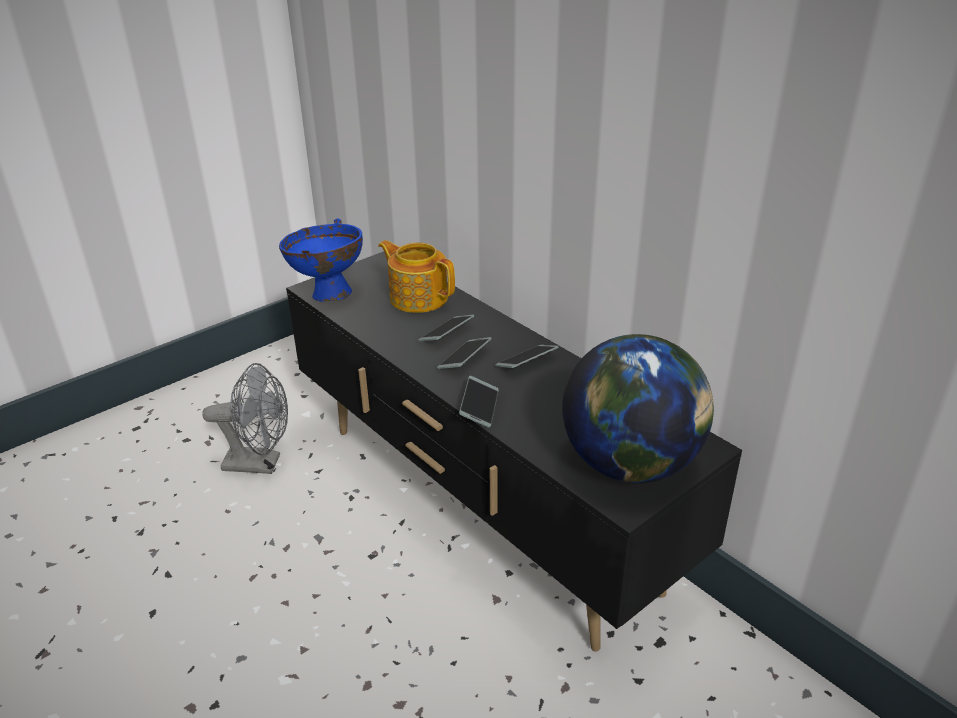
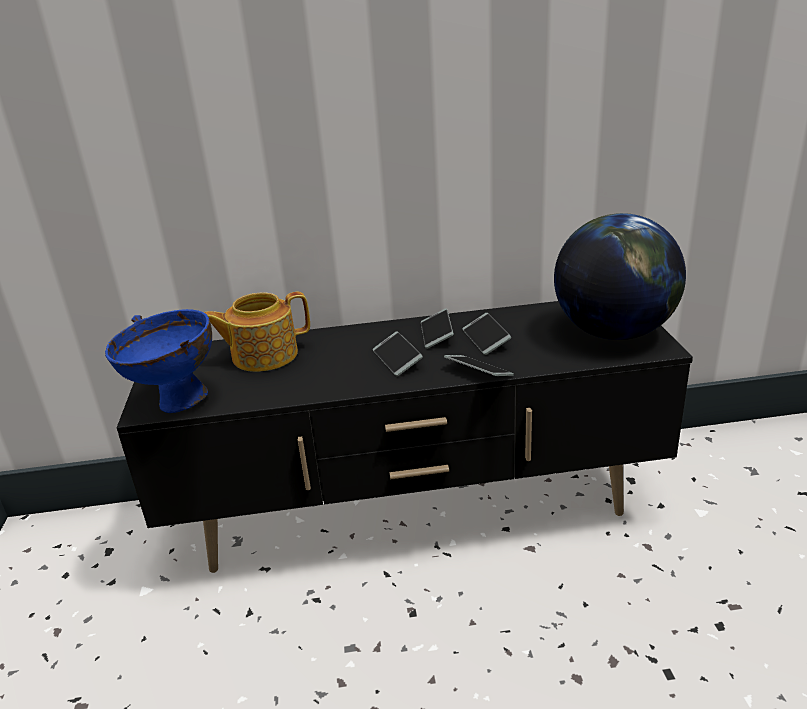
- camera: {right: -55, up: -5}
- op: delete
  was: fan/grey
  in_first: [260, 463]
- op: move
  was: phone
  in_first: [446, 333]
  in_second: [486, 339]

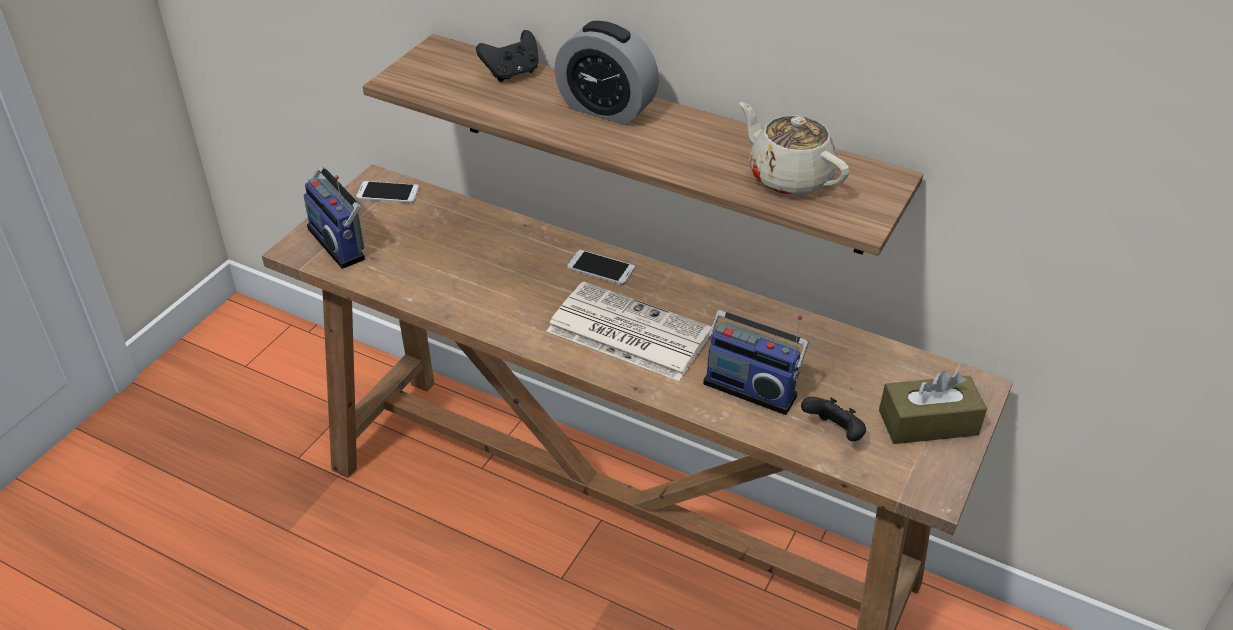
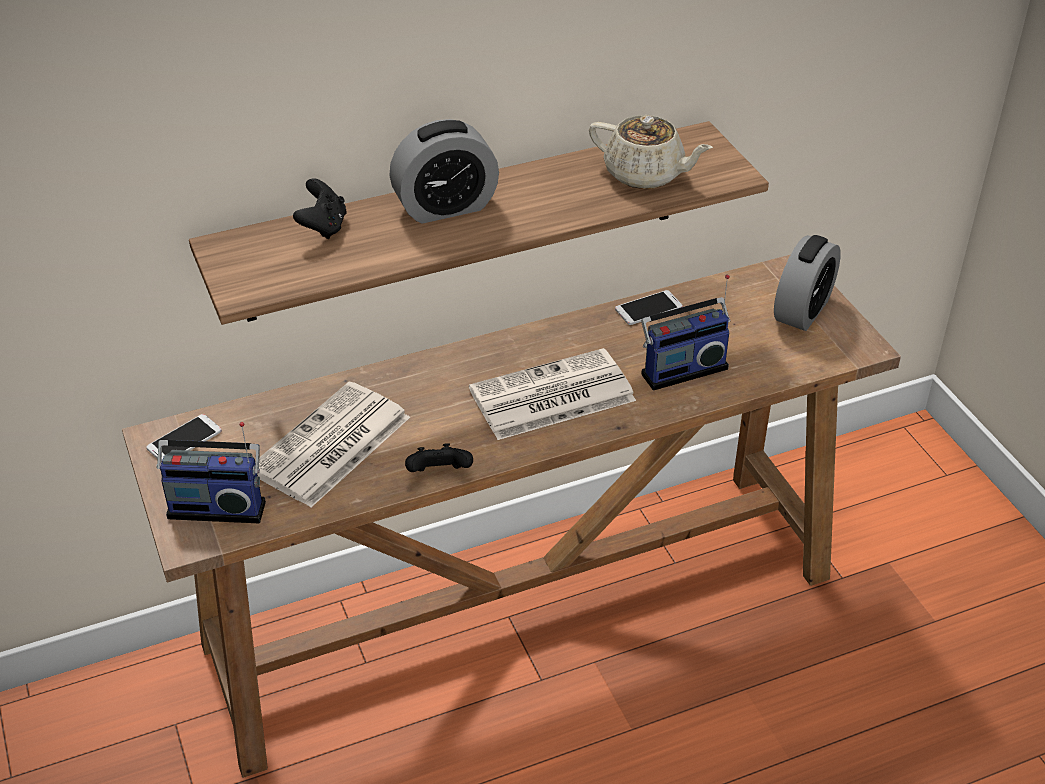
- camera: {right: -50, up: 0}
- op: move
  was: phone
  in_first: [600, 268]
  in_second: [648, 308]
- op: rotate
  was: teapot/beige
  in_first: [788, 177]
  in_second: [645, 174]
  clockwise: -150
- op: move
  was: game controller/black
  in_first: [834, 433]
  in_second: [439, 475]
- op: replace
  was: tissue box/brown
  now: alarm clock
  in_first: [928, 422]
  in_second: [802, 311]
- op: insert
  now: newspaper
  in_second: [330, 446]

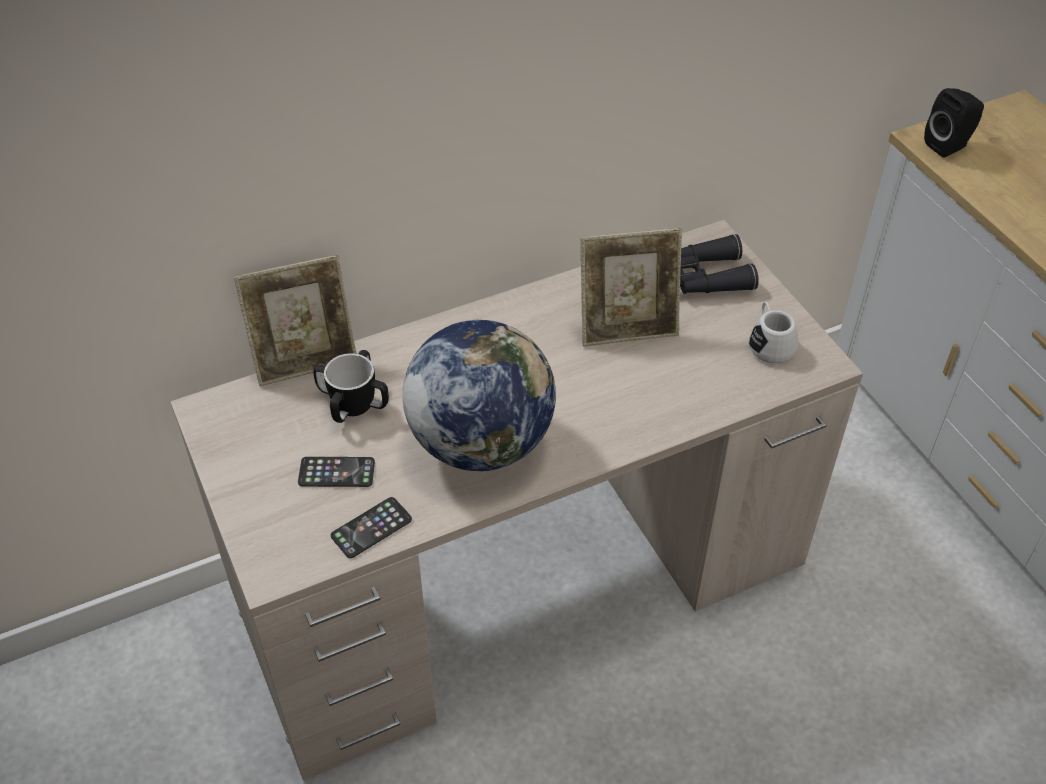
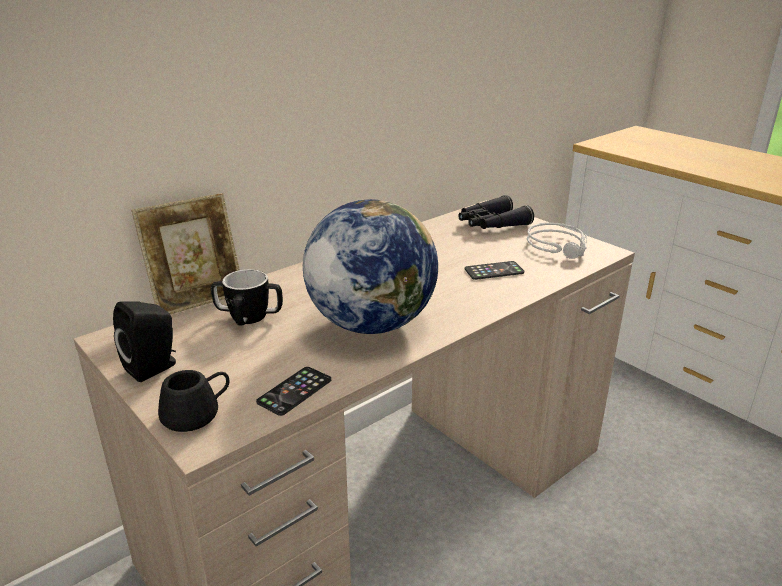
- camera: {right: -15, up: -20}
- op: move
  was: phone
  in_first: [336, 472]
  in_second: [494, 271]
- op: delete
  was: picture frame
  in_first: [627, 328]
- op: replace
  was: mug/white
  now: headphones/grey
  in_first: [769, 343]
  in_second: [559, 246]
- op: move
  was: speaker/black
  in_first: [949, 145]
  in_second: [154, 367]
- op: insert
  now: mug/black
  in_second: [197, 413]

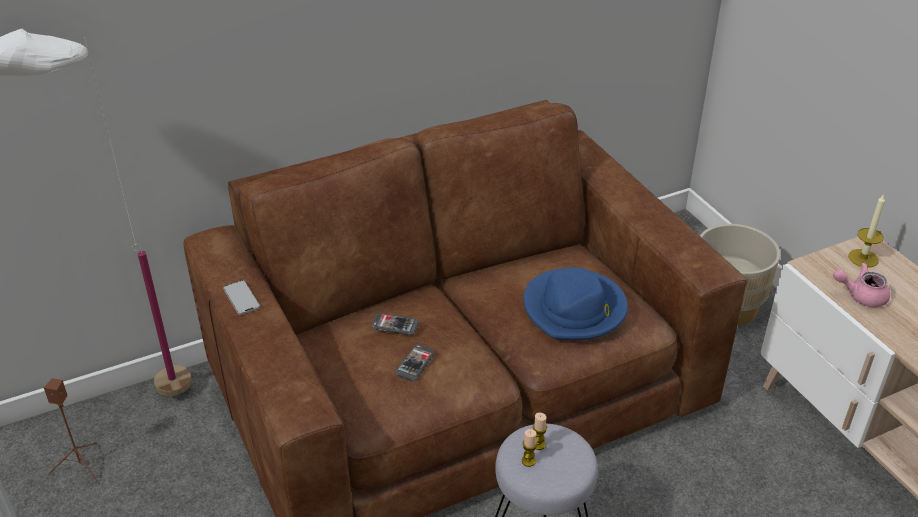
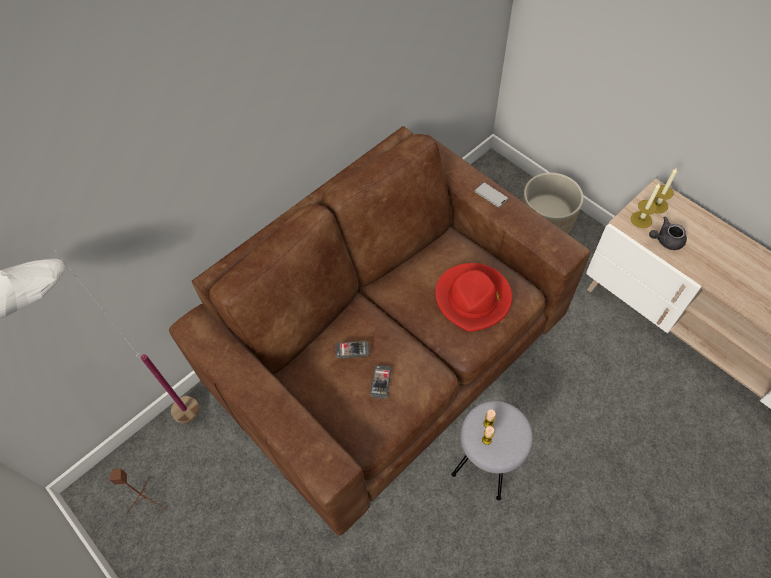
- camera: {right: -15, up: 20}
- op: move
  was: phone
  in_first: [241, 298]
  in_second: [491, 195]
- op: recolor
  was: hat/blue
  now: hat/red
  in_first: [575, 309]
  in_second: [473, 298]
- op: recolor
  was: teapot/pink
  now: teapot/grey
  in_first: [861, 295]
  in_second: [665, 240]
- op: insert
  now: candle
  in_second: [641, 219]

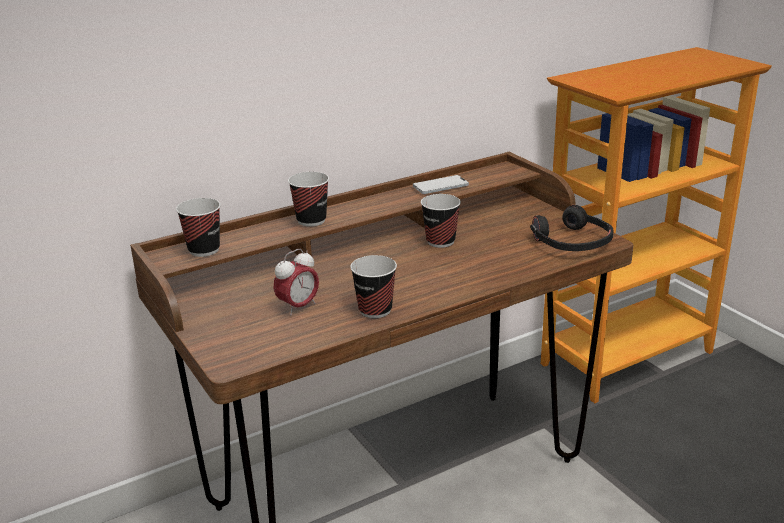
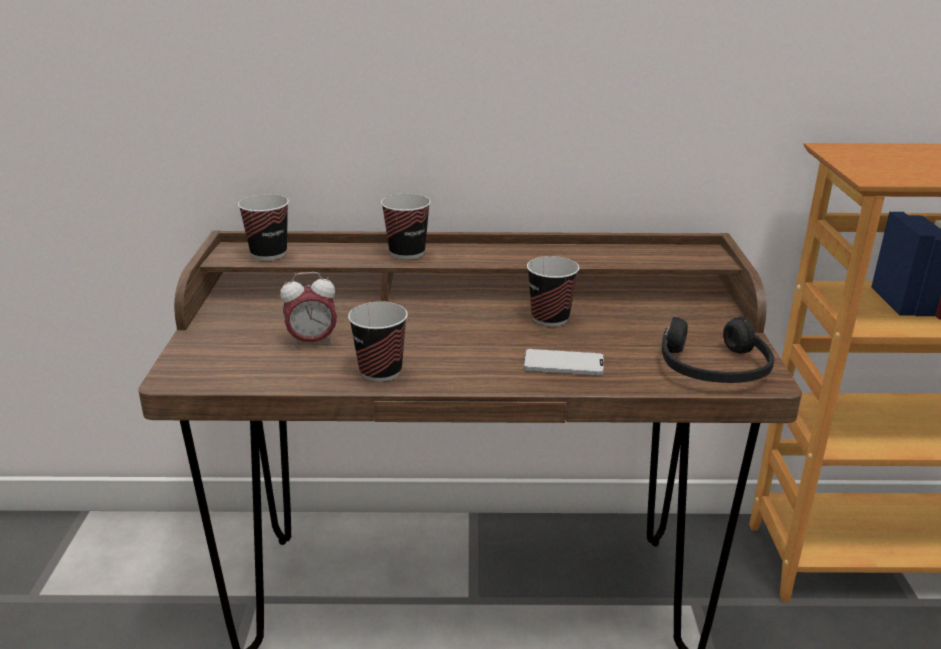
- camera: {right: 30, up: 0}
- op: move
  was: phone
  in_first: [440, 186]
  in_second: [563, 364]

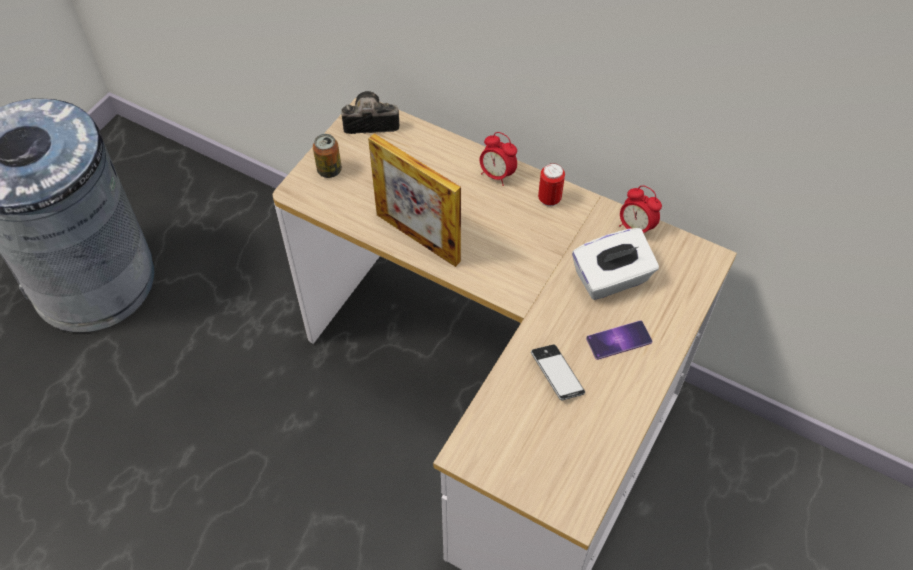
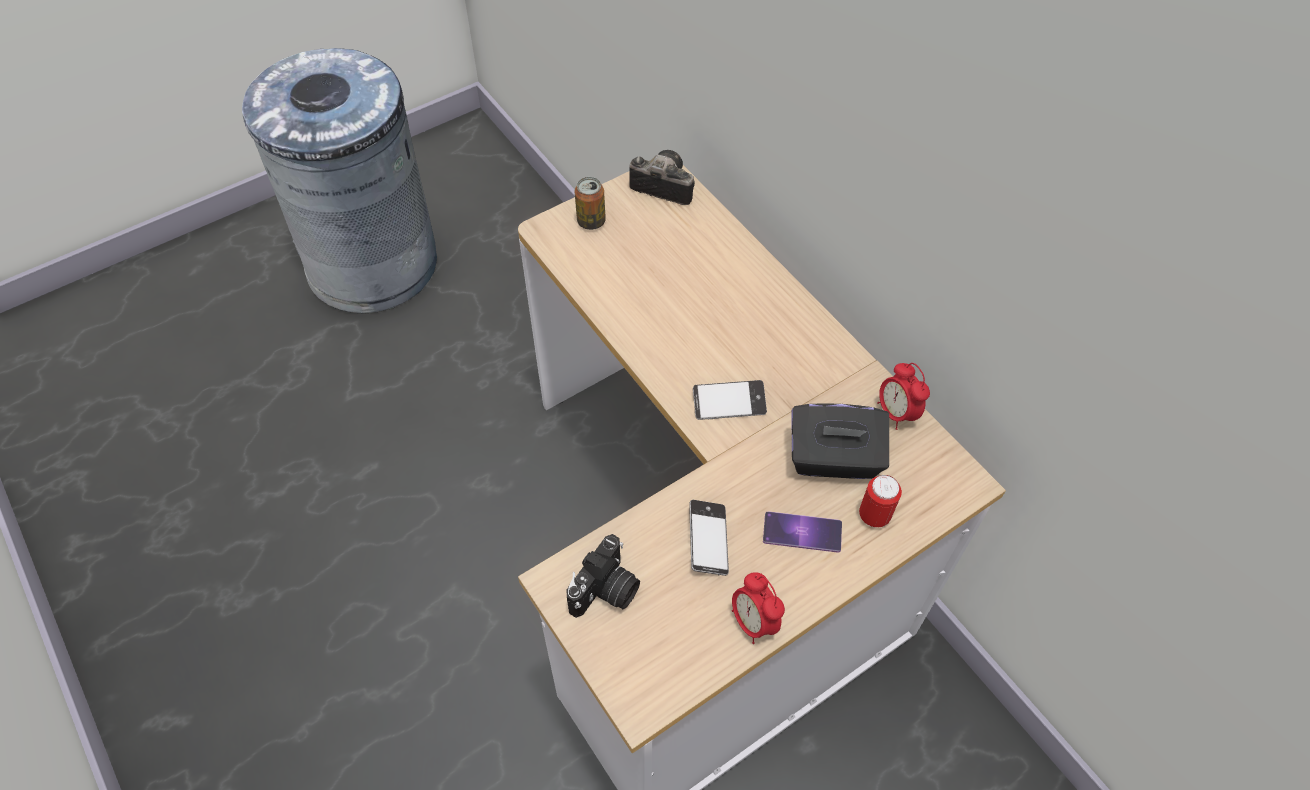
- camera: {right: 25, up: 0}
- op: delete
  was: picture frame
  in_first: [417, 238]
- op: move
  was: alarm clock
  in_first: [497, 175]
  in_second: [753, 621]
- op: move
  was: can
  in_first: [549, 199]
  in_second: [874, 516]
- op: recolor
  was: tissue box/white
  now: tissue box/black
  in_first: [611, 279]
  in_second: [834, 459]
- op: insert
  now: photo camera
  in_second: [606, 591]
- op: insert
  now: phone
  in_second: [729, 403]

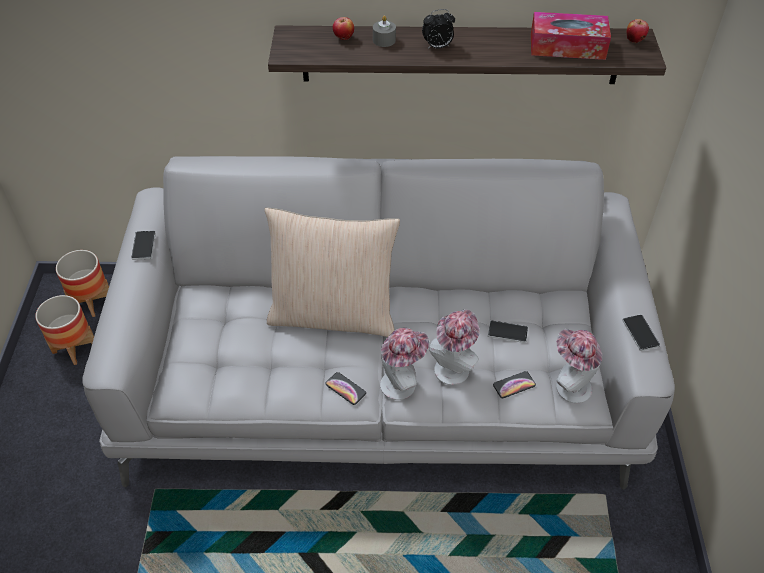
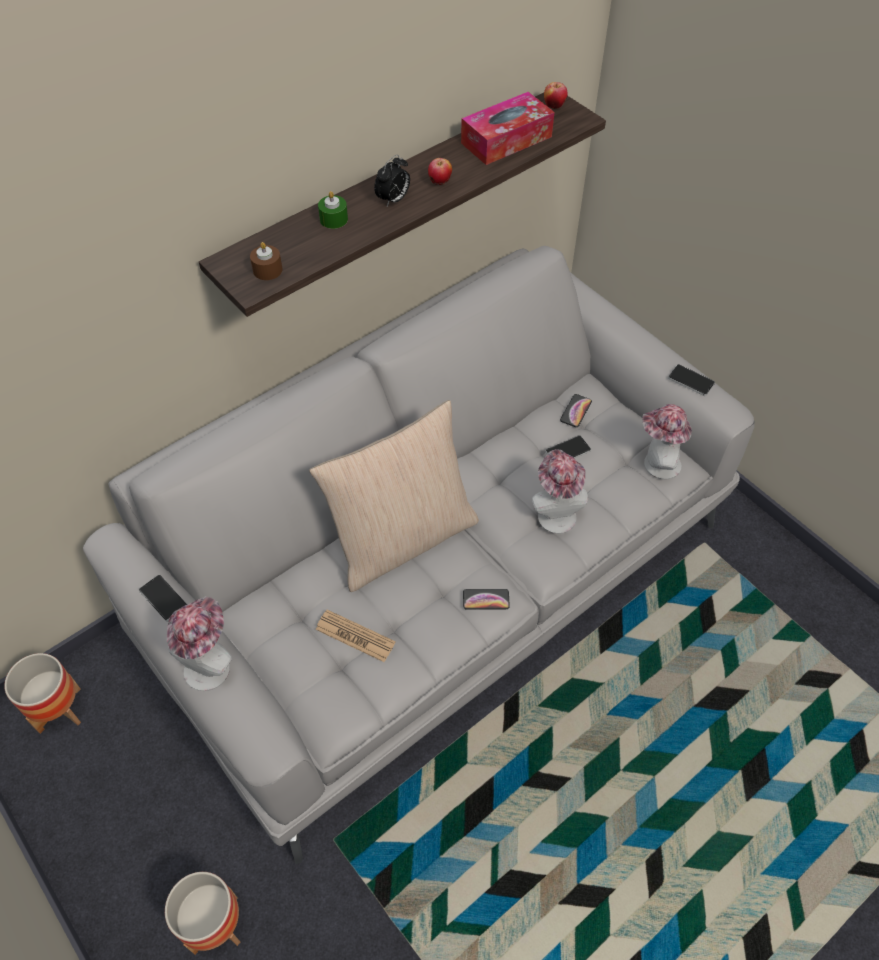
- camera: {right: -40, up: 5}
- op: move
  was: planter
  in_first: [74, 348]
  in_second: [215, 924]
- op: move
  was: apple
  in_first: [343, 38]
  in_second: [440, 183]
- op: recolor
  was: candle/grey
  now: candle/green
  in_first: [384, 40]
  in_second: [333, 219]
- op: move
  was: hat
  in_first: [402, 382]
  in_second: [210, 663]
- op: move
  was: phone
  in_first: [514, 385]
  in_second: [575, 411]
- op: insert
  now: candle/brown
  in_second: [267, 270]
- op: insert
  now: newspaper
  in_second: [355, 636]

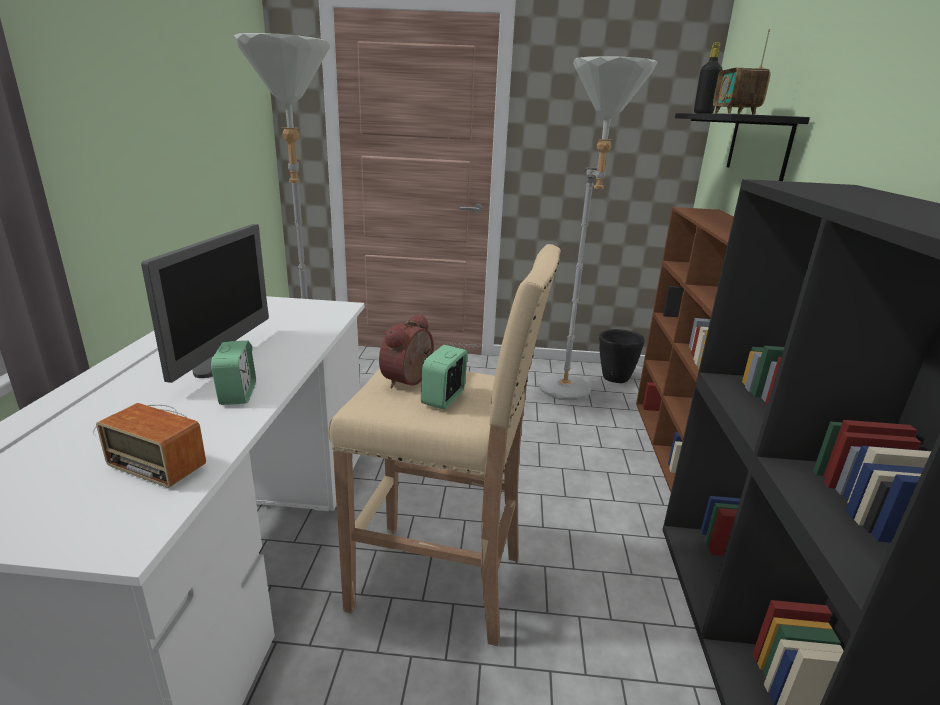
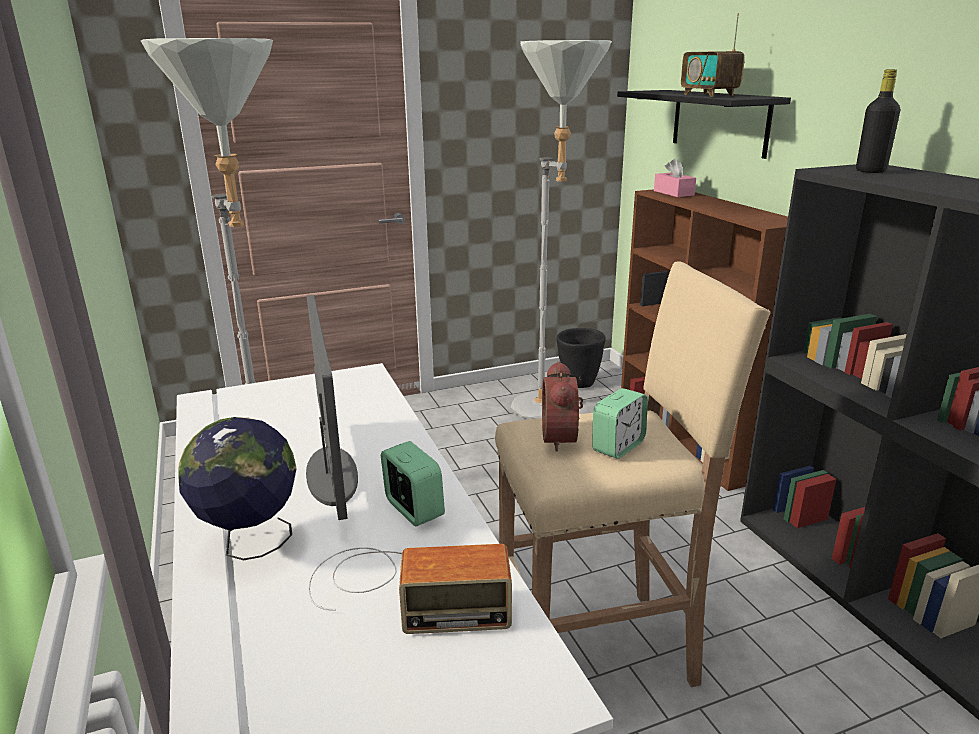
- camera: {right: -25, up: 0}
- op: rotate
  was: alarm clock
  in_first: [444, 398]
  in_second: [618, 446]
  clockwise: -135
- op: move
  was: bottle/black
  in_first: [703, 113]
  in_second: [870, 171]
- op: insert
  now: globe
  in_second: [250, 543]
- op: insert
  now: tissue box/pink
  in_second: [673, 193]

